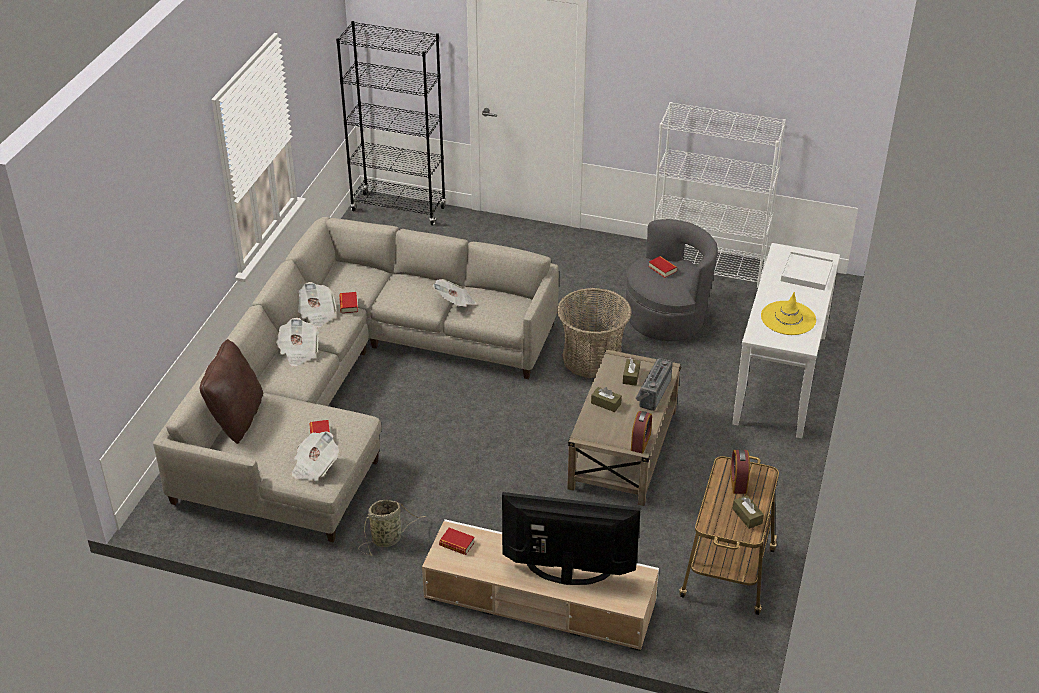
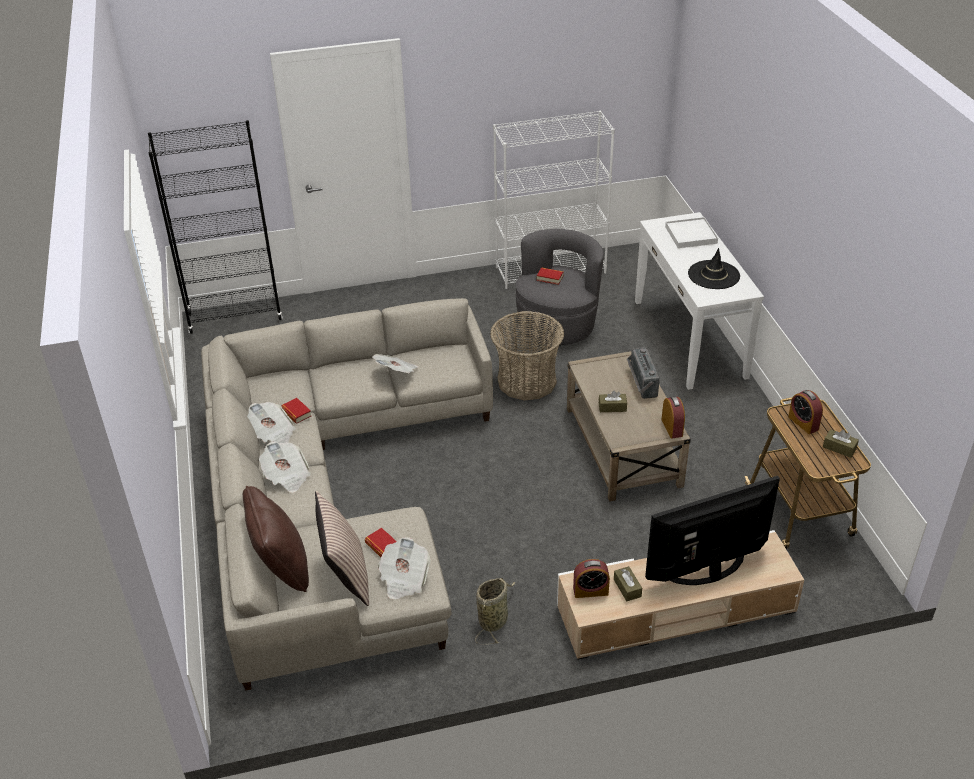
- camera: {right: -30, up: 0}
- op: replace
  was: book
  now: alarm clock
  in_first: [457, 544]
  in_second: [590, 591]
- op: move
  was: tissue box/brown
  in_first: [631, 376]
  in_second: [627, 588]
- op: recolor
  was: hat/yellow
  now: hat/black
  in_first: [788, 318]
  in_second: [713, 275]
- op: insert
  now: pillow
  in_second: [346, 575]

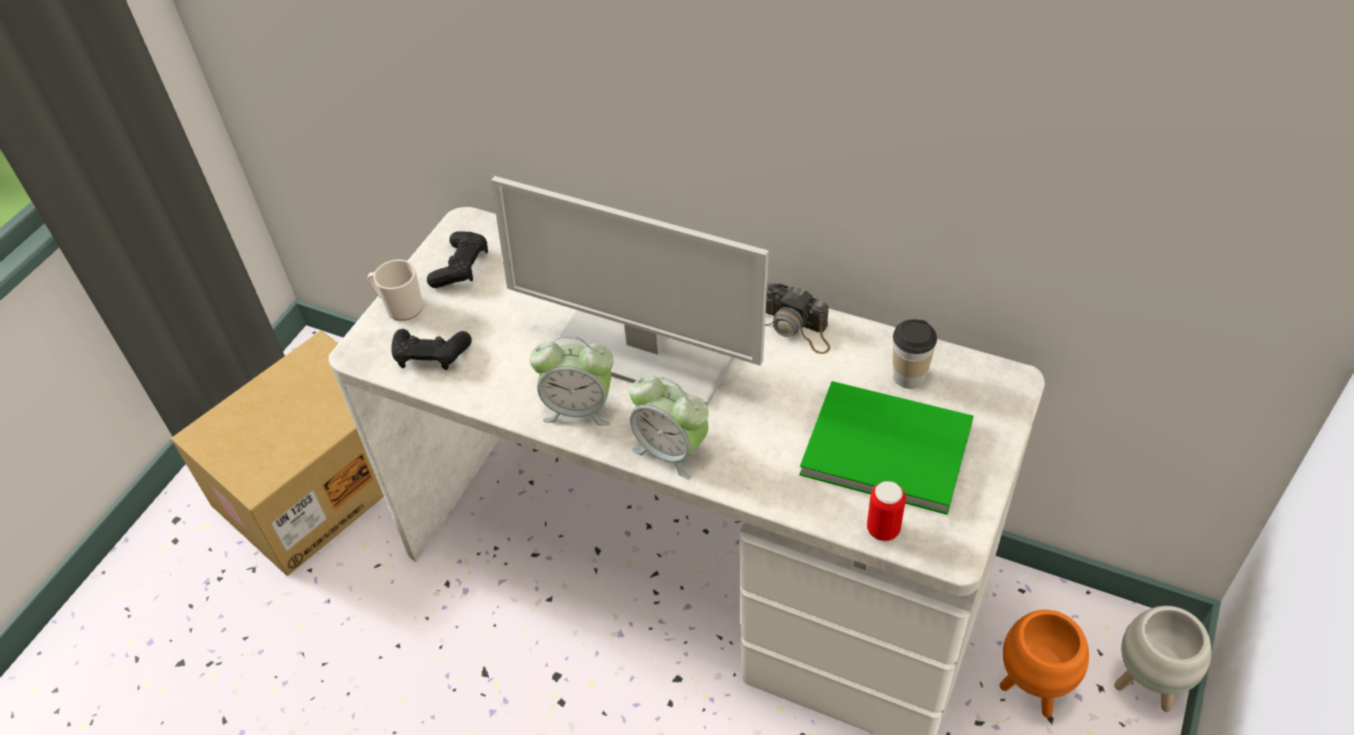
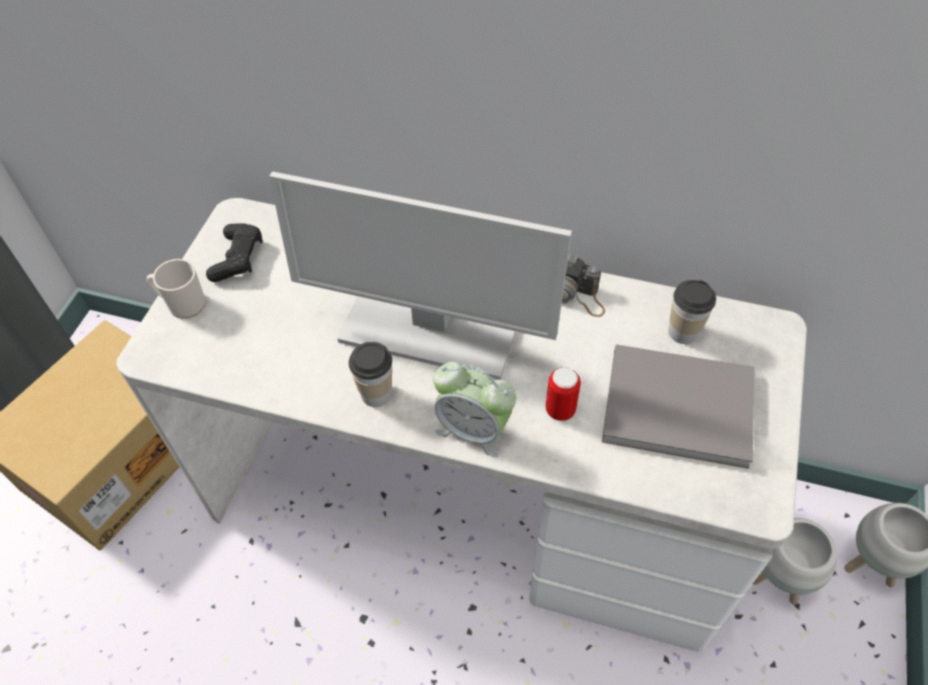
- camera: {right: -10, up: 5}
- op: delete
  was: game controller/black
  in_first: [431, 355]
- op: replace
  was: alarm clock
  now: cup
  in_first: [579, 408]
  in_second: [376, 393]
- op: recolor
  was: book/green
  now: book/grey
  in_first: [883, 444]
  in_second: [673, 402]
- op: move
  was: can
  in_first: [883, 529]
  in_second: [560, 410]
- op: recolor
  was: planter/orange
  now: planter/white
  in_first: [1031, 689]
  in_second: [776, 580]

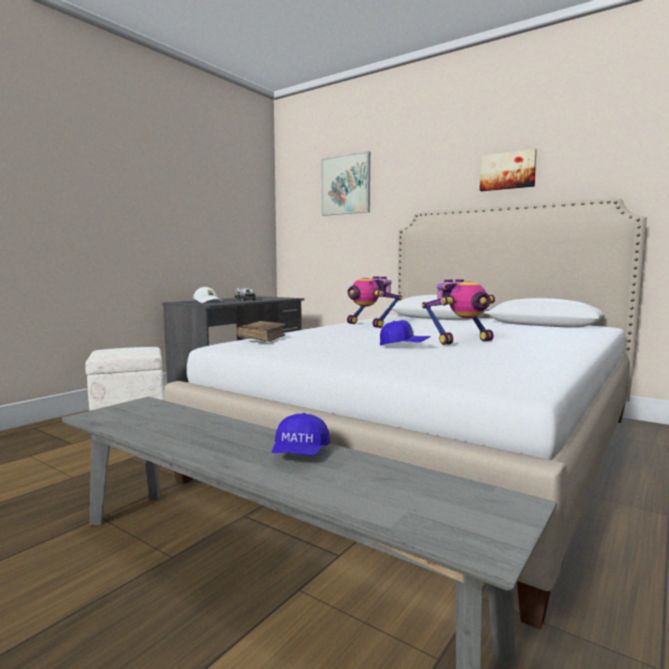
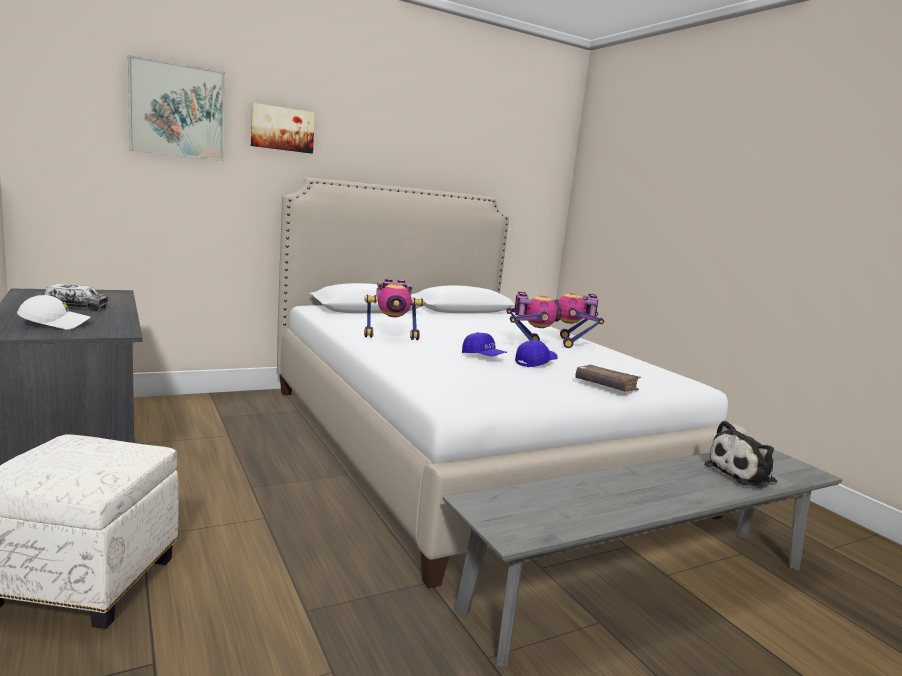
- camera: {right: -65, up: 5}
- op: move
  was: book/brown
  in_first: [262, 338]
  in_second: [605, 386]
- op: move
  was: cap/blue
  in_first: [300, 453]
  in_second: [483, 356]
- op: move
  was: picture
  in_first: [507, 171]
  in_second: [282, 129]
- op: insert
  now: toy robot
  in_second: [572, 343]
- op: insert
  now: plush toy
  in_second: [743, 474]

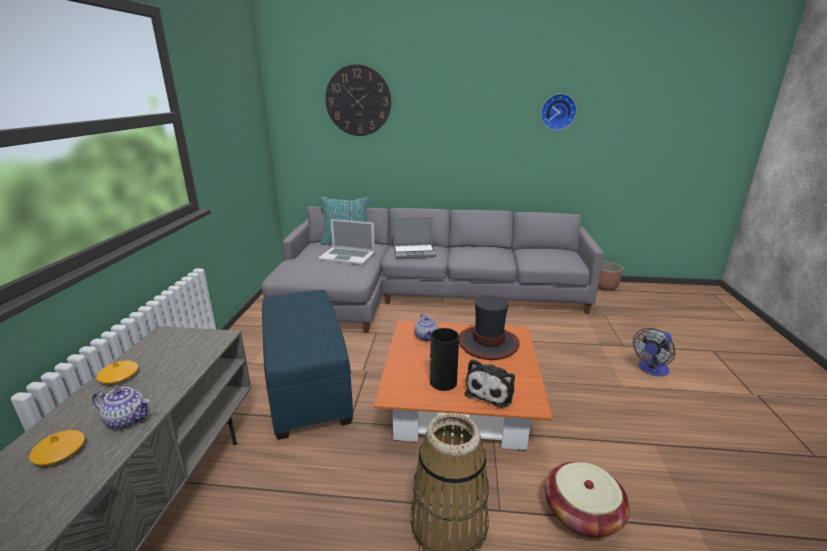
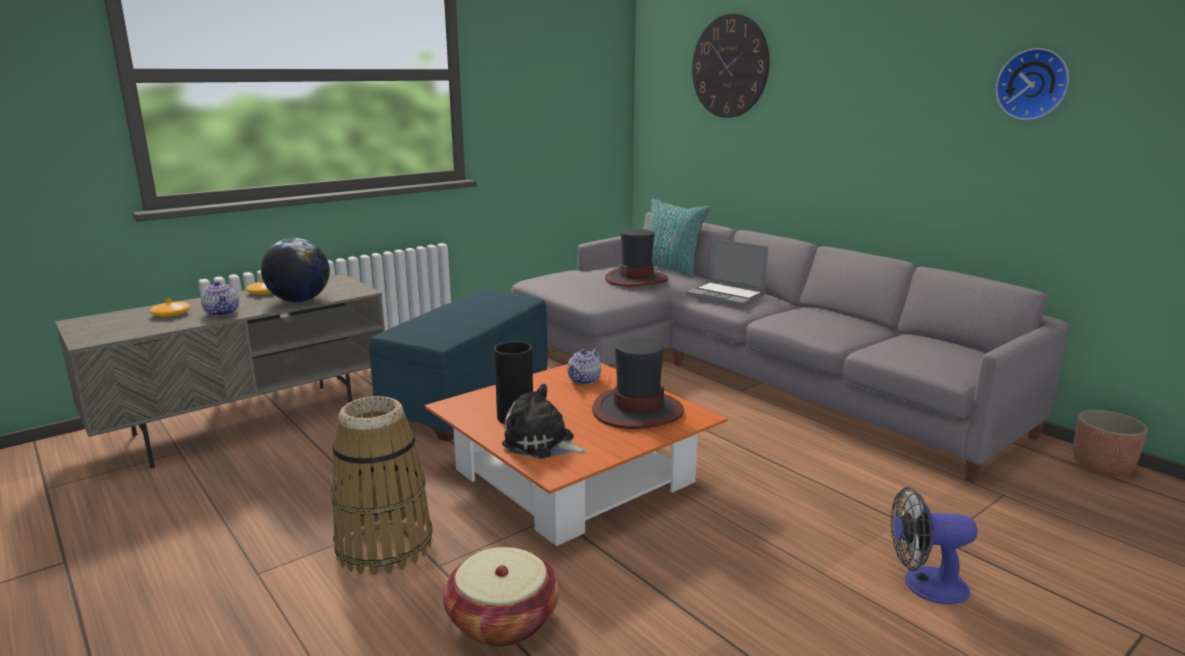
- camera: {right: 45, up: -5}
- op: replace
  was: laptop
  now: hat
  in_first: [347, 256]
  in_second: [636, 279]
- op: rotate
  was: plush toy
  in_first: [491, 391]
  in_second: [542, 444]
  clockwise: 45
- op: insert
  now: globe
  in_second: [299, 300]

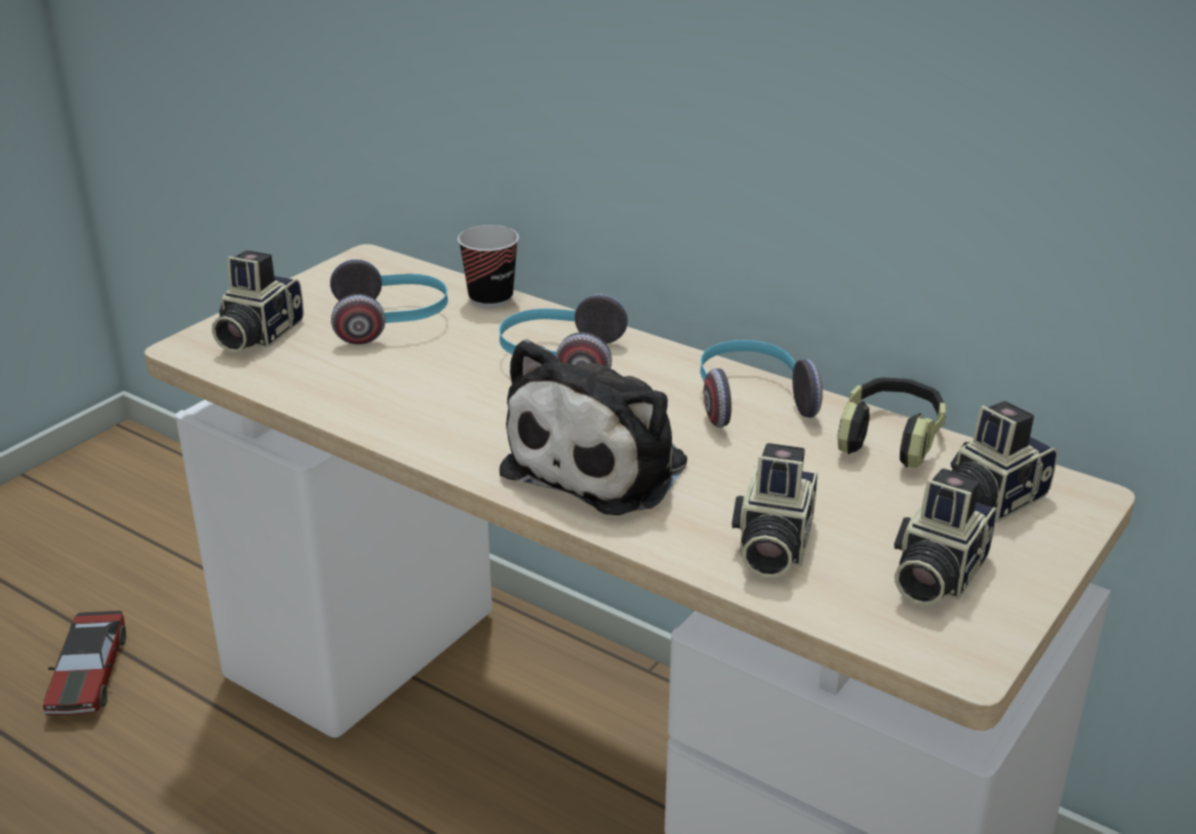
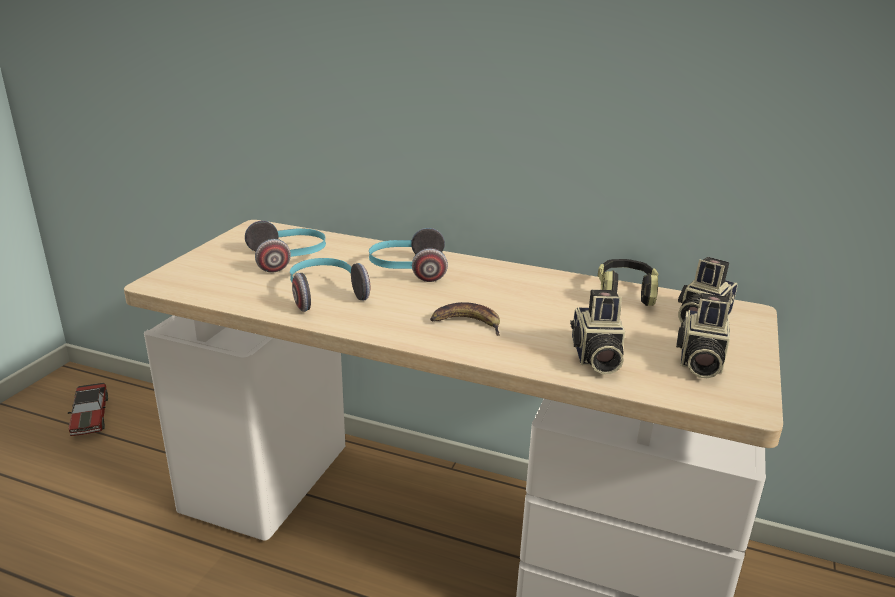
- camera: {right: -15, up: -5}
- op: move
  was: toy car
  in_first: [88, 675]
  in_second: [90, 416]
- op: delete
  was: photo camera
  in_first: [256, 335]
- op: delete
  was: cup
  in_first: [490, 298]
- op: replace
  was: plush toy
  now: banana
  in_first: [603, 464]
  in_second: [466, 323]
- op: move
  was: headphones
  in_first: [750, 400]
  in_second: [325, 294]

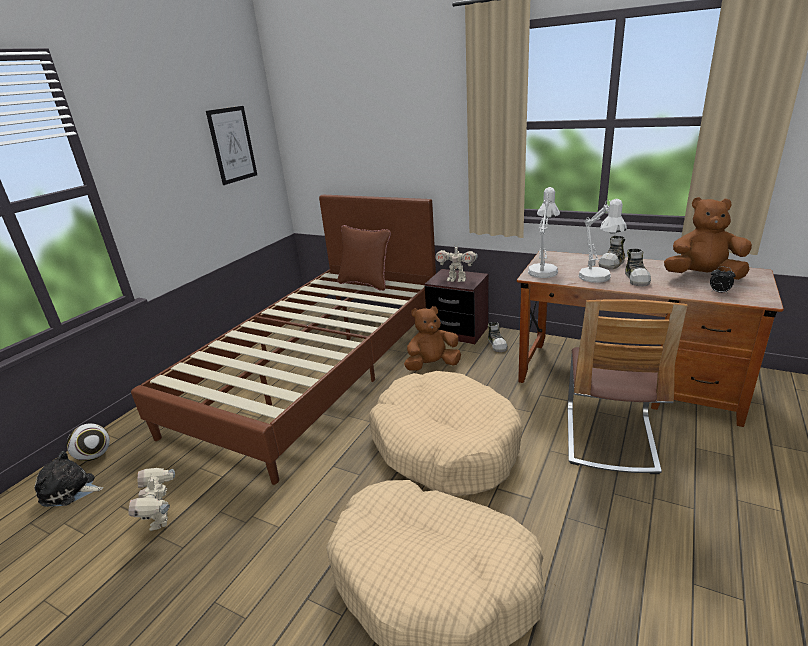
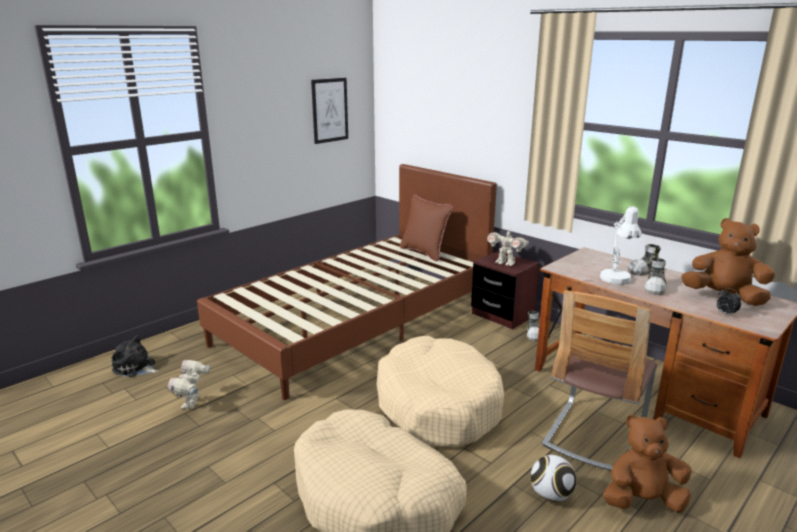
- camera: {right: 15, up: -5}
- op: move
  was: football
  in_first: [95, 456]
  in_second: [551, 495]
- op: move
  was: plush toy/brown
  in_first: [432, 365]
  in_second: [642, 501]
- op: delete
  was: table lamp/white
  in_first: [543, 270]

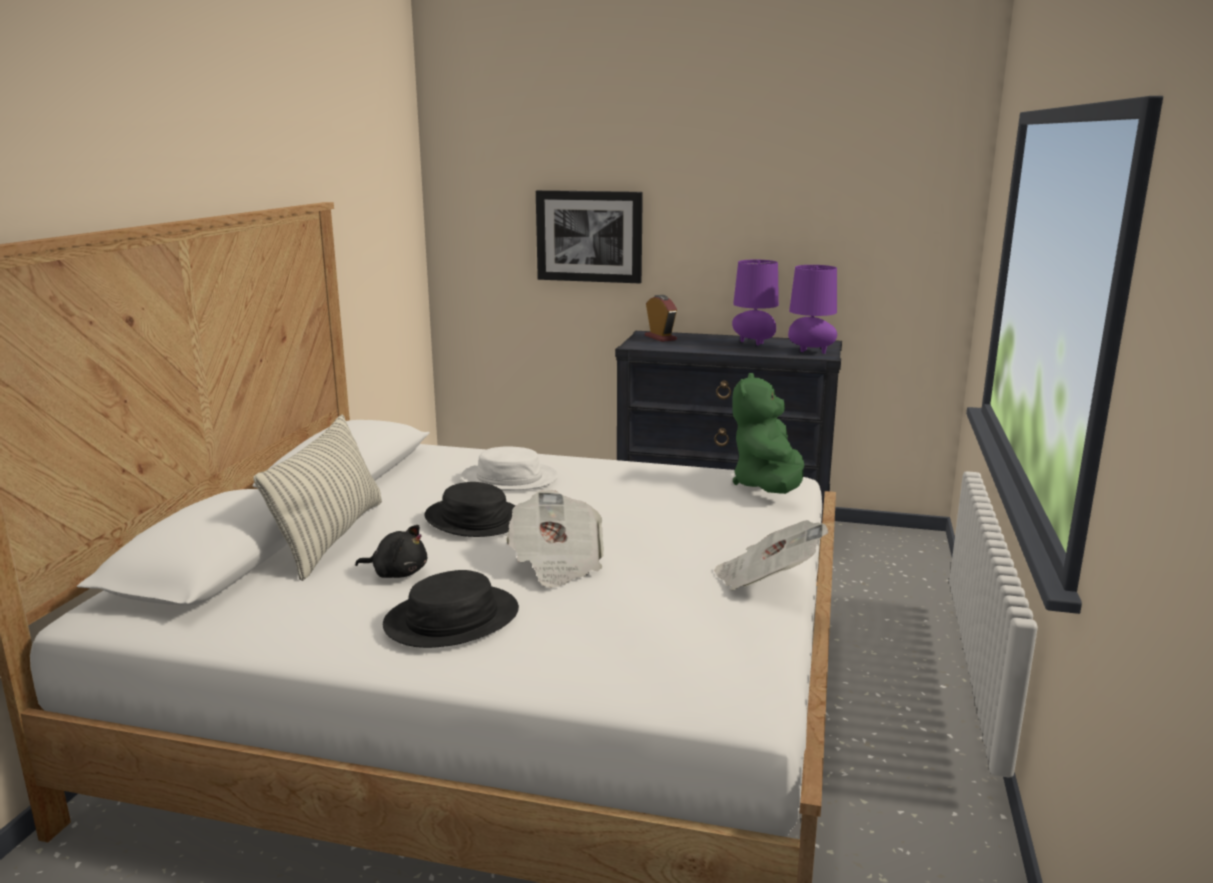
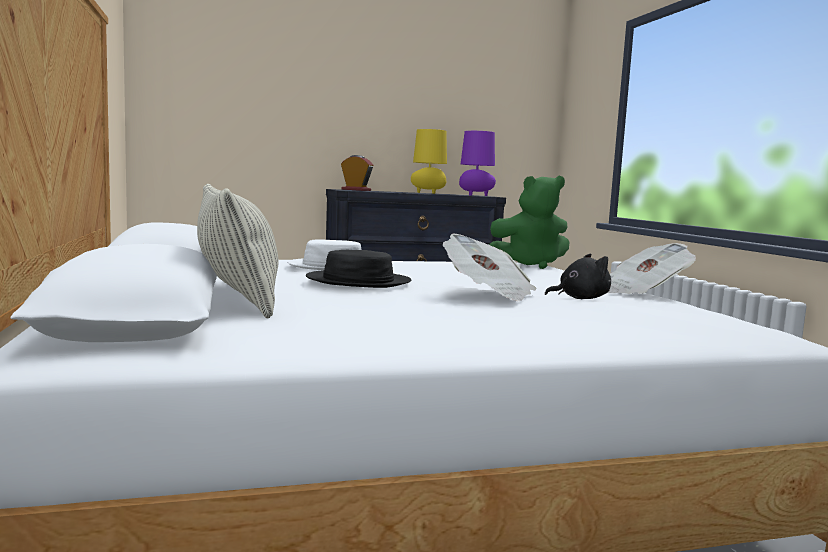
- camera: {right: -30, up: -10}
- op: move
  was: plush toy/black
  in_first: [397, 573]
  in_second: [580, 298]
- op: delete
  was: hat/black
  in_first: [452, 619]
- op: delete
  was: picture
  in_first: [589, 236]
- op: recolor
  was: table lamp/purple
  now: table lamp/yellow
  in_first: [754, 343]
  in_second: [428, 193]
- op: rotate
  was: plush toy/green
  in_first: [768, 487]
  in_second: [529, 265]
  clockwise: -90

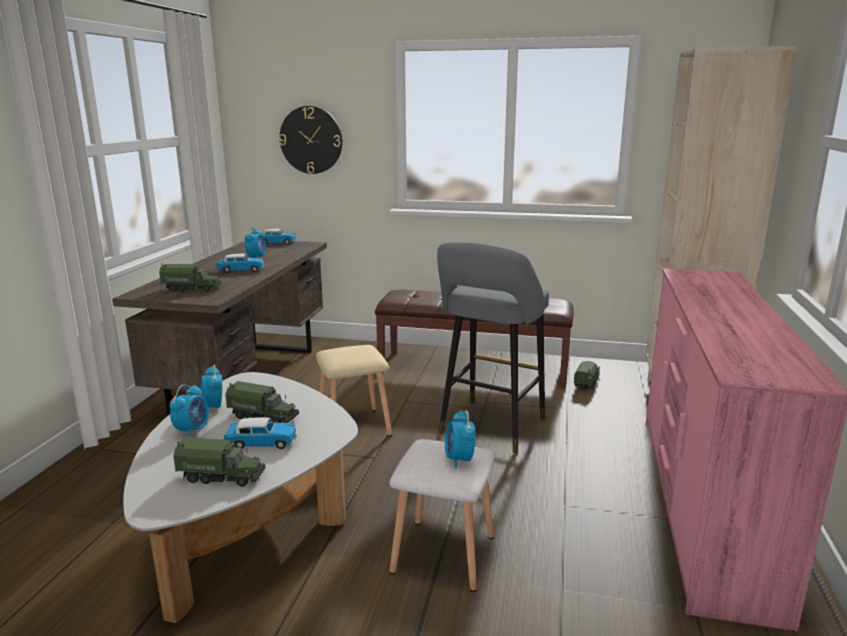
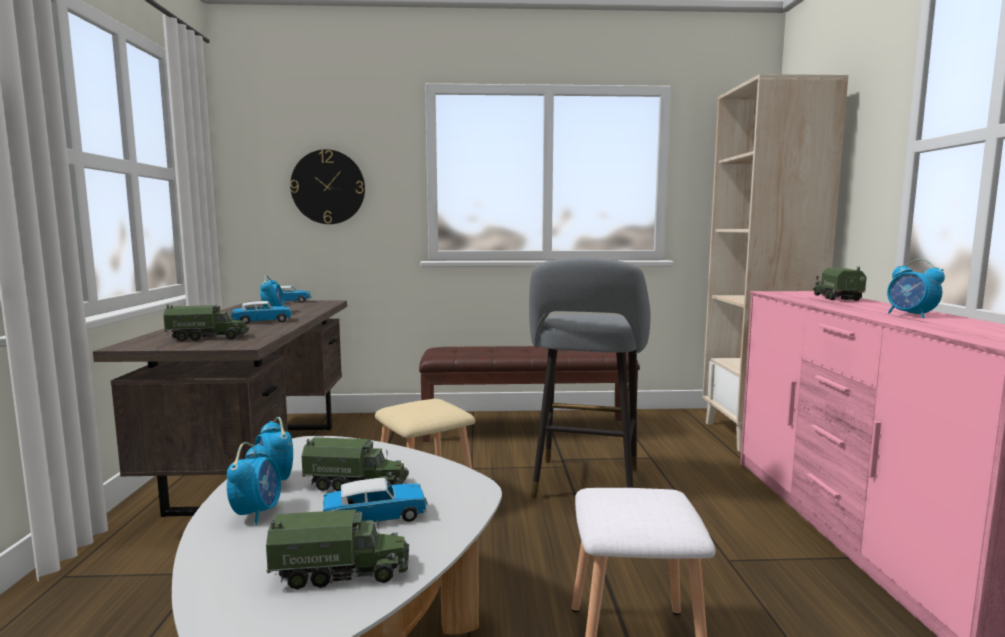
- camera: {right: -15, up: -10}
- op: move
  was: alarm clock
  in_first: [459, 460]
  in_second: [911, 315]
- op: move
  was: toy truck
  in_first: [586, 382]
  in_second: [836, 298]

